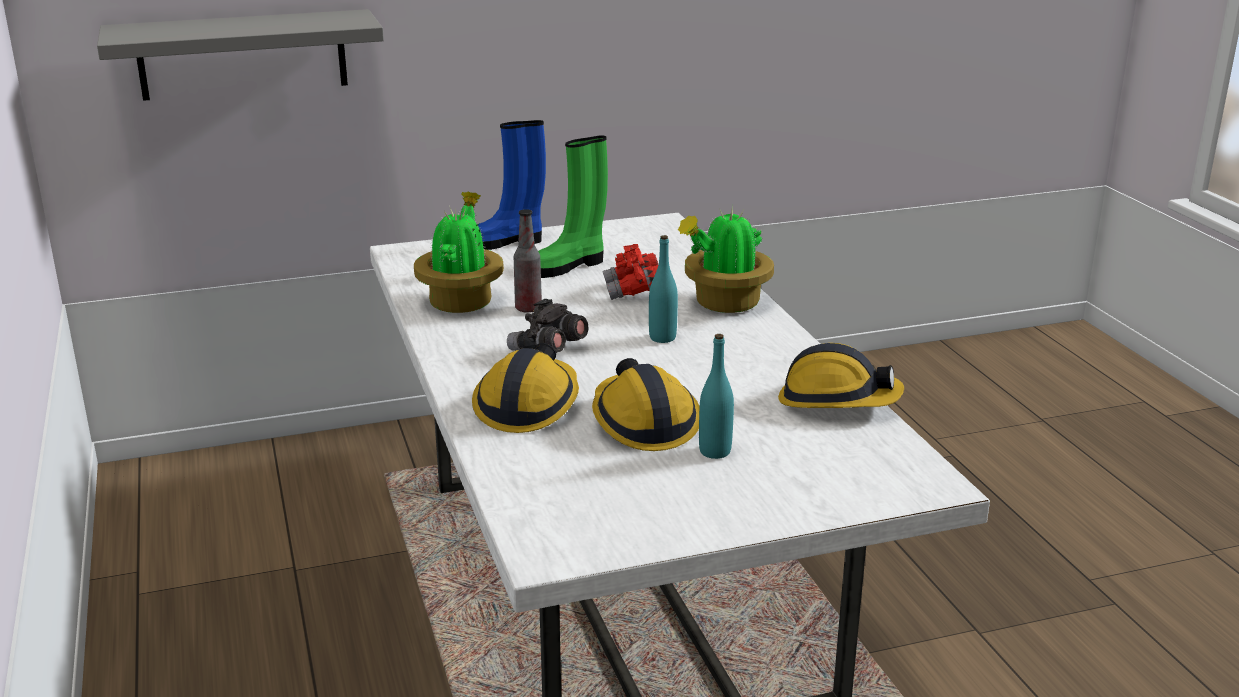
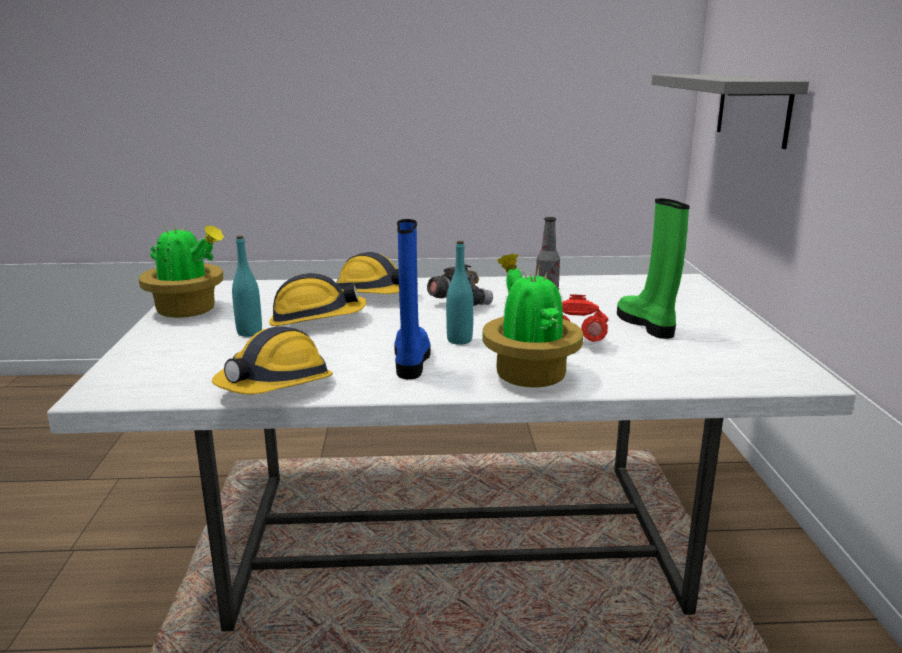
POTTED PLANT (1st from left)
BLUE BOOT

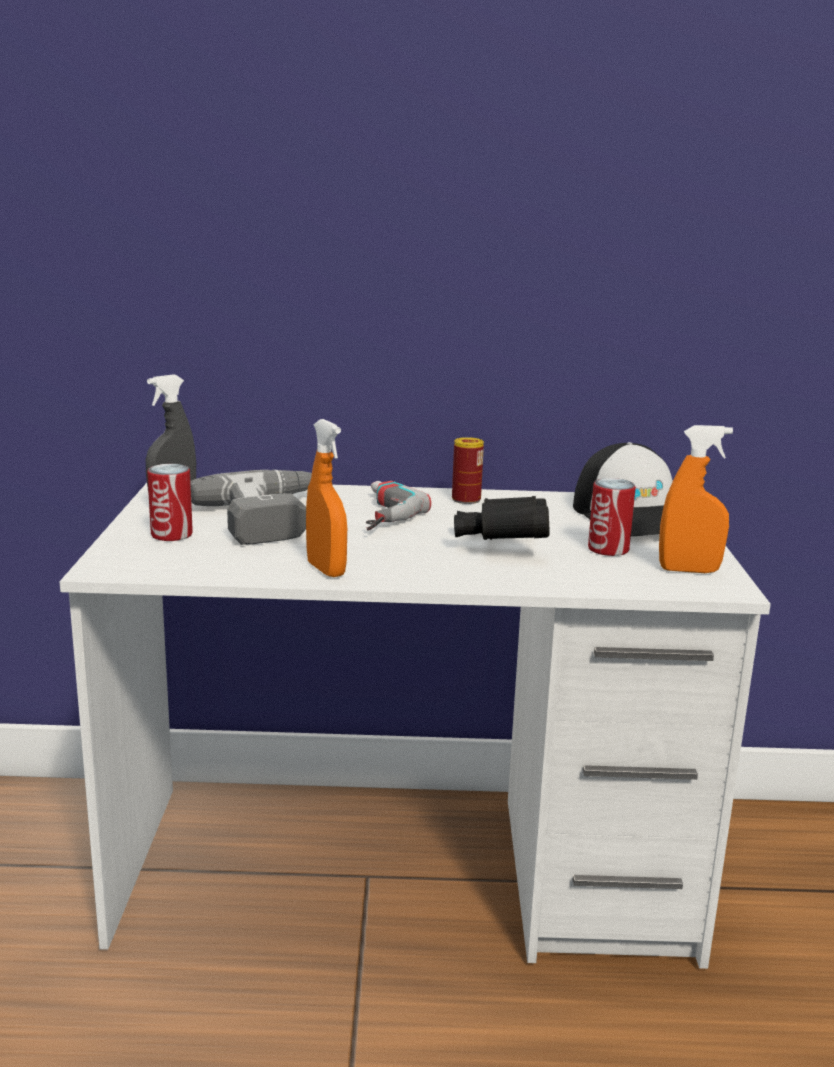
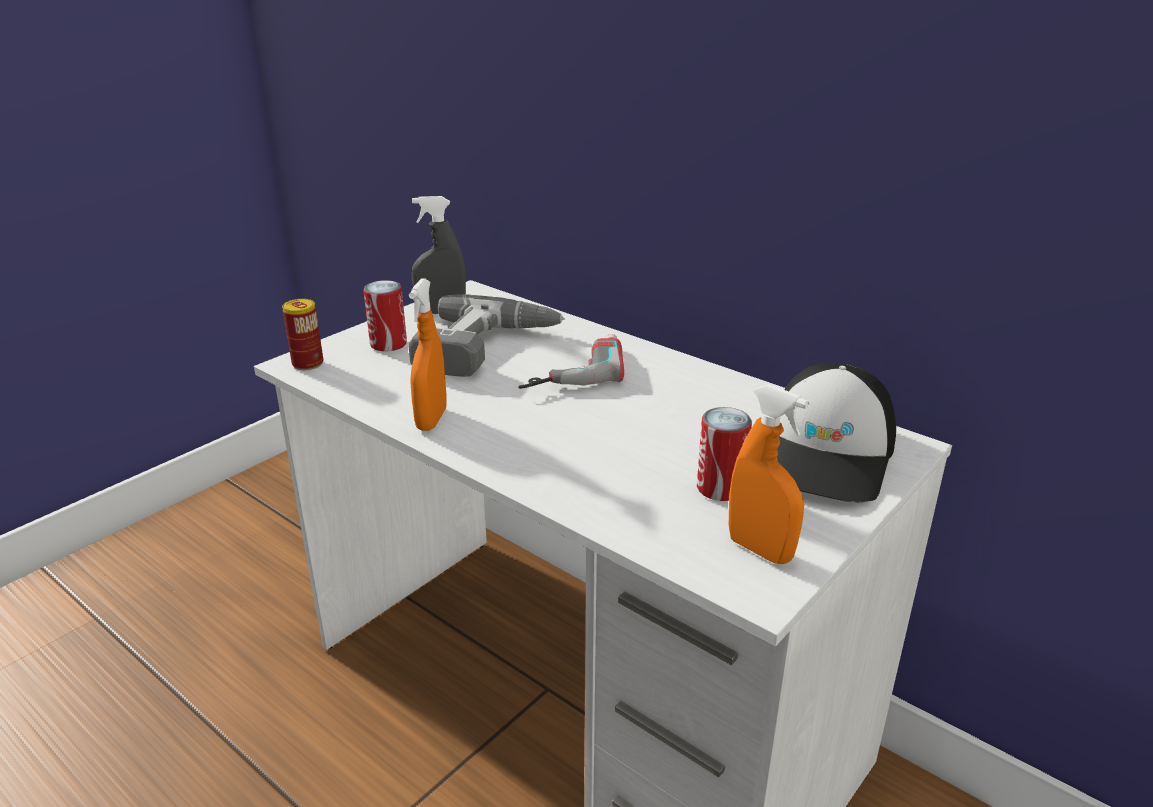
CAN (1st from left)
BLACK BINOCULARS

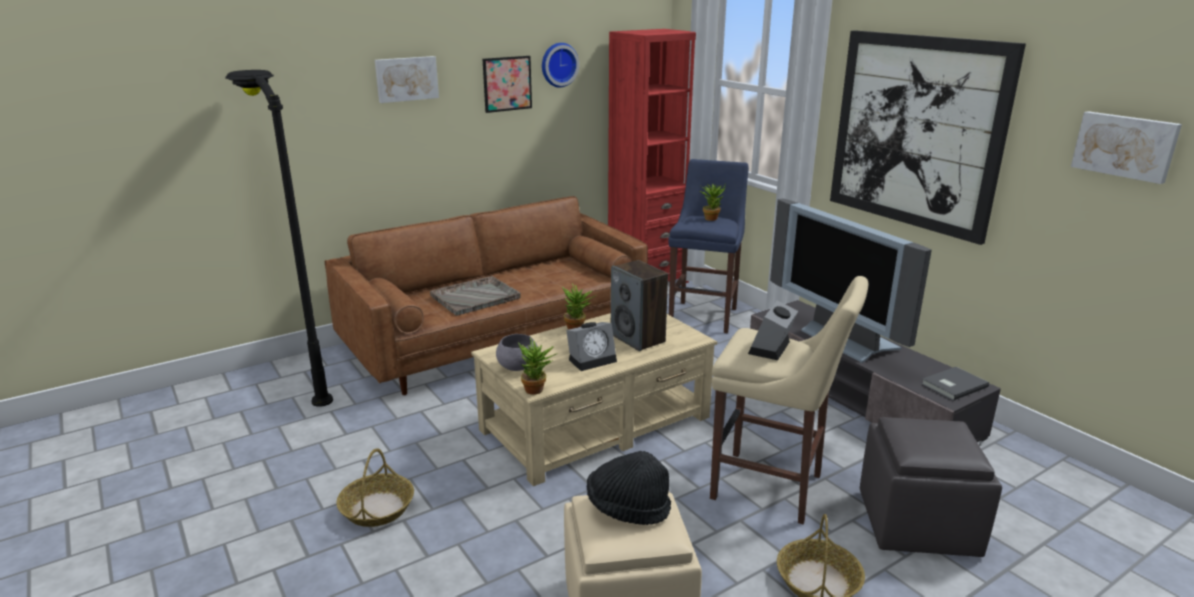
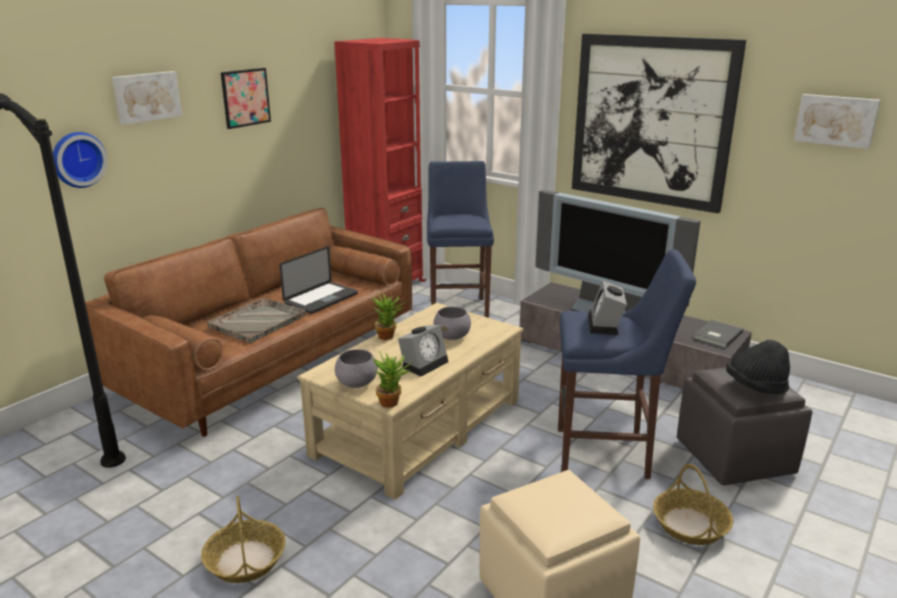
WALL CLOCK
BLACK HAT
GREY BOWL (2nd from left)
POTTED PLANT (3rd from left in the first image)
BLUE STOOL (2nd from left)
LAPTOP

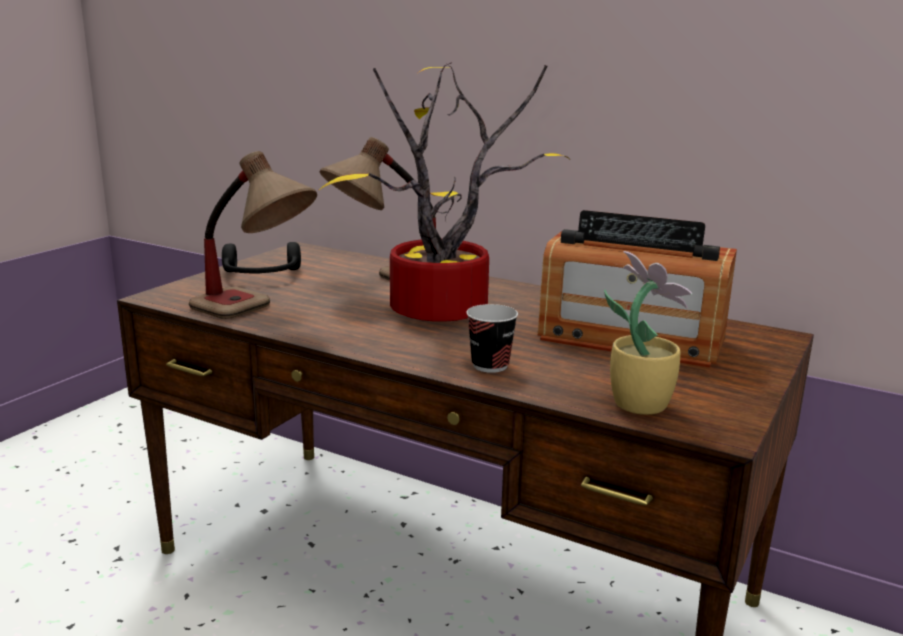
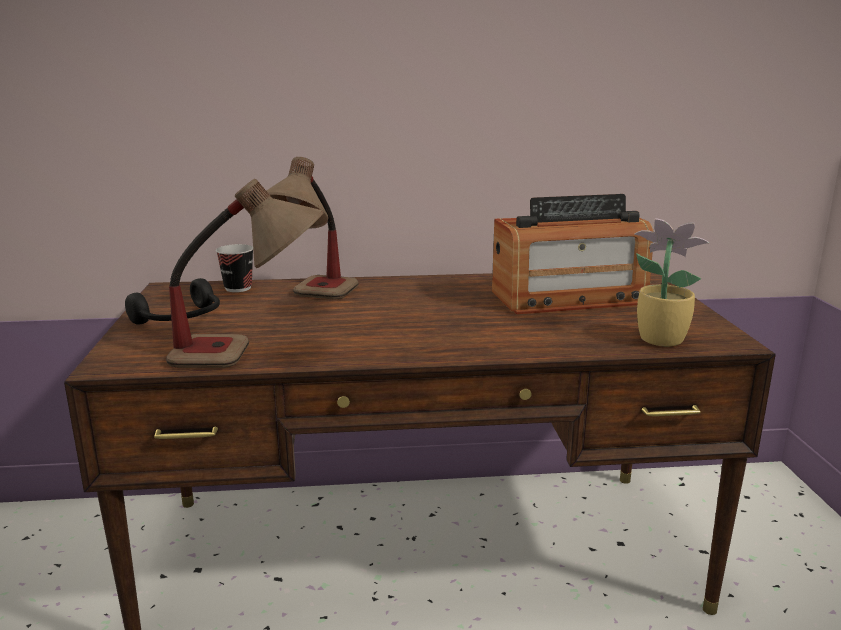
POTTED PLANT (1st from left in the first image)
CUP

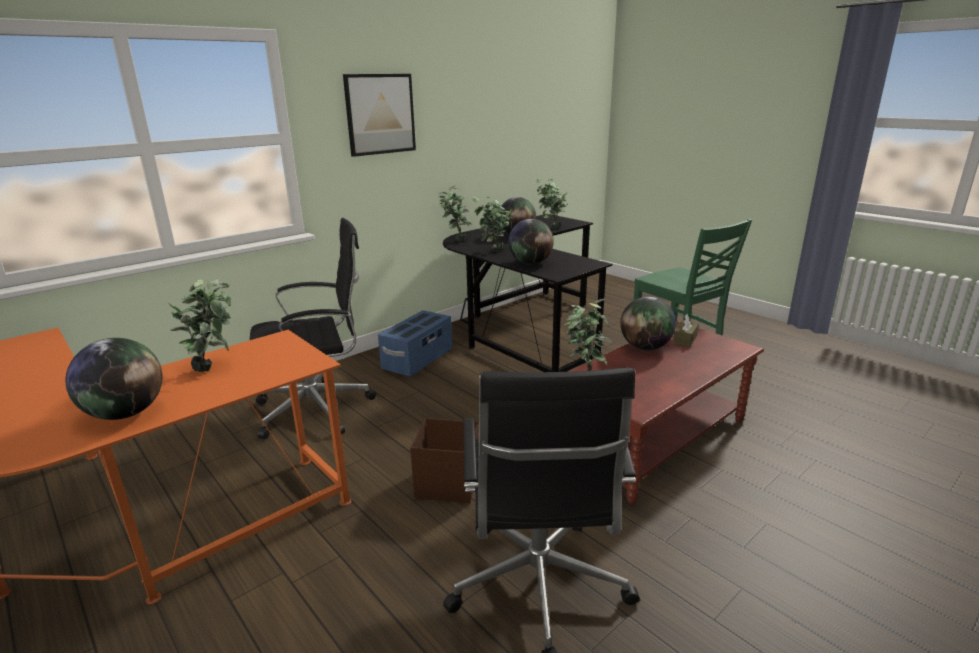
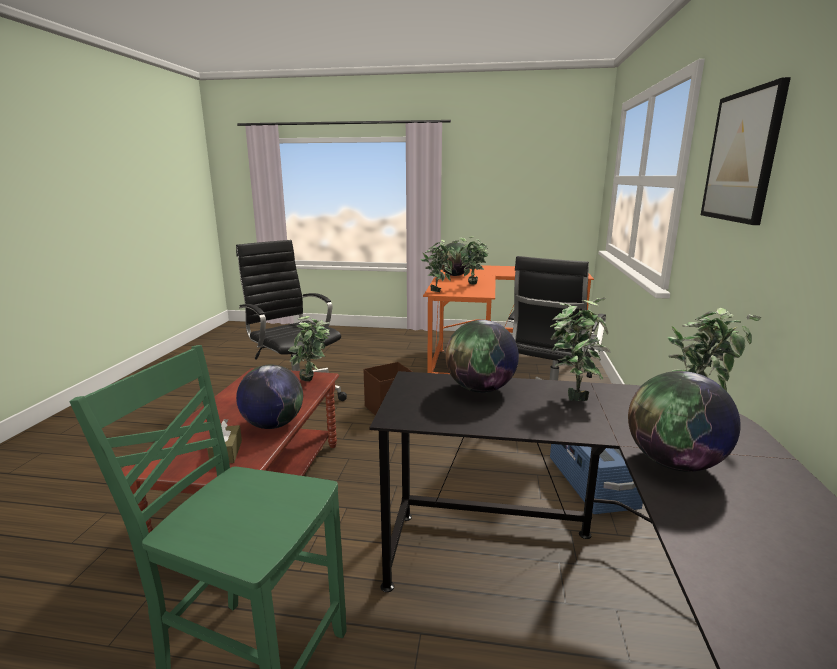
POTTED PLANT (2nd from left)

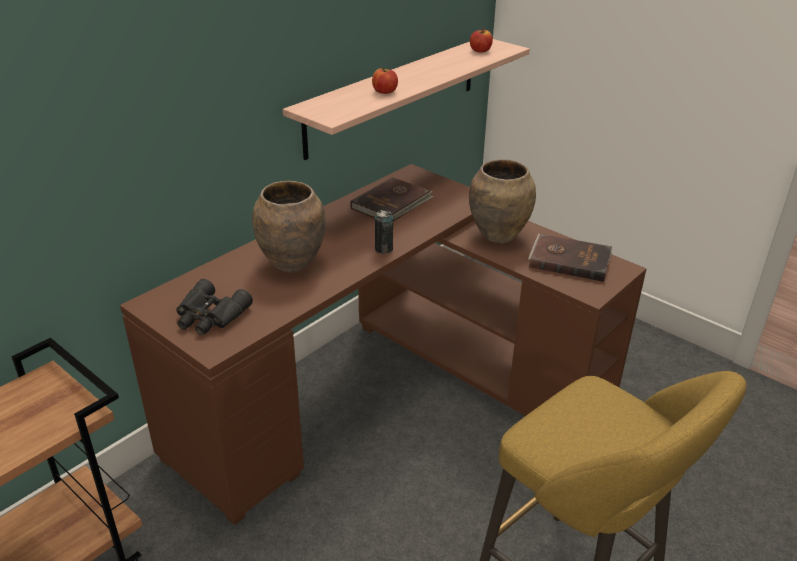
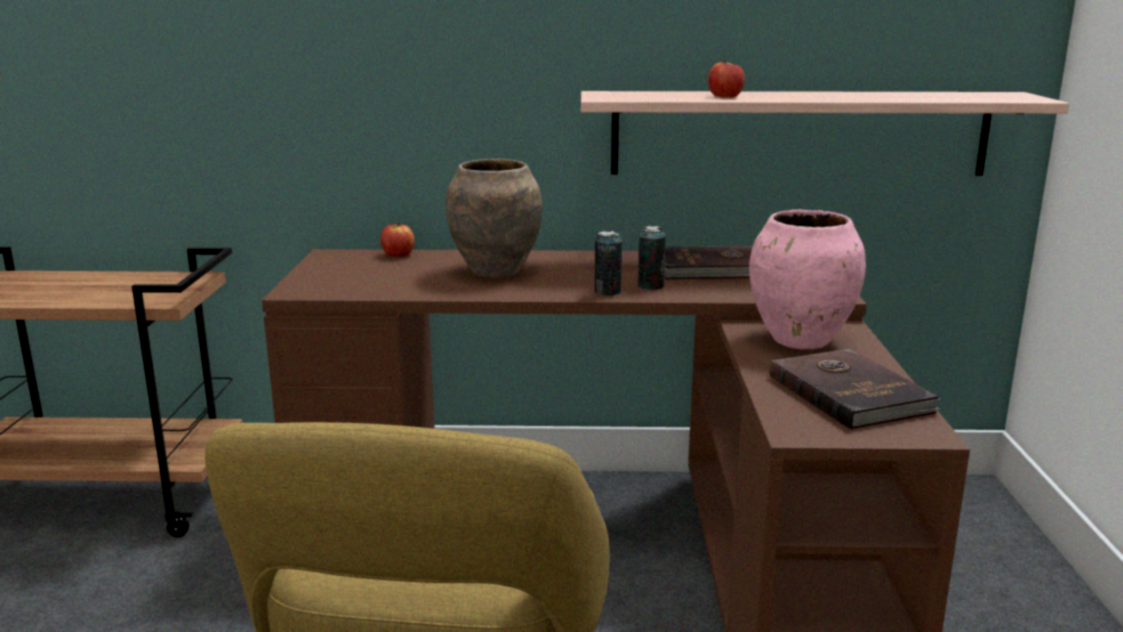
BLACK BINOCULARS
PINK VASE
APPLE (1st from left)
CAN (2nd from left)

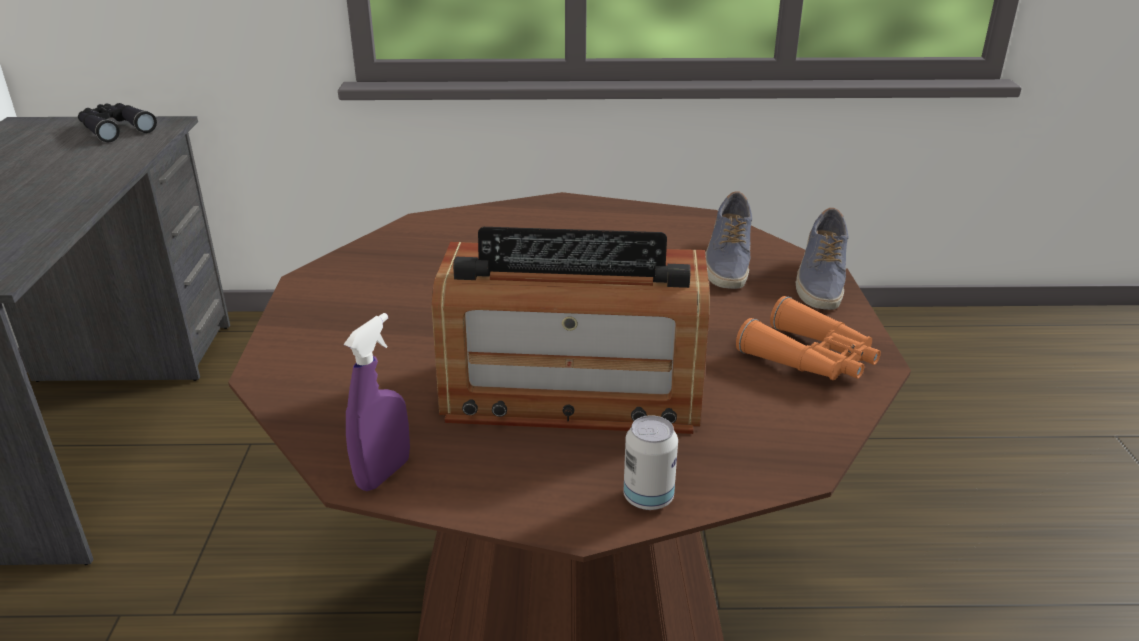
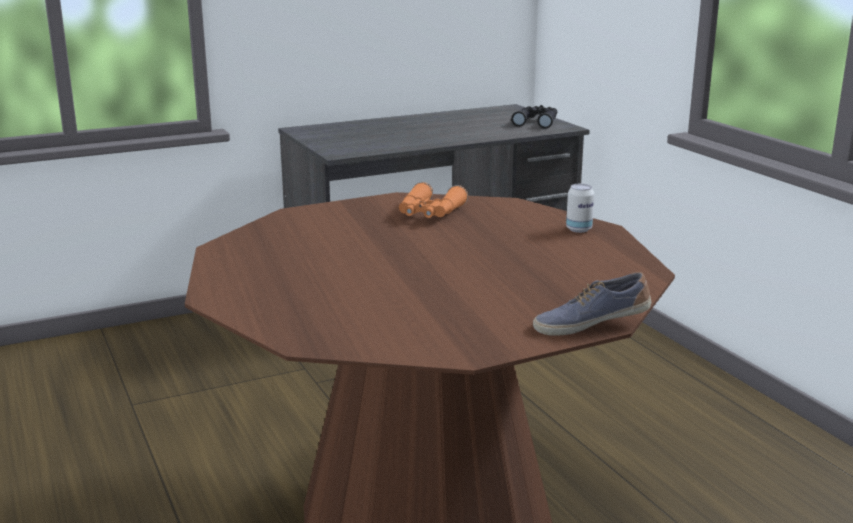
PURPLE SPRAY BOTTLE
RADIO
CAN
SHOE (1st from left in the first image)
ORANGE BINOCULARS

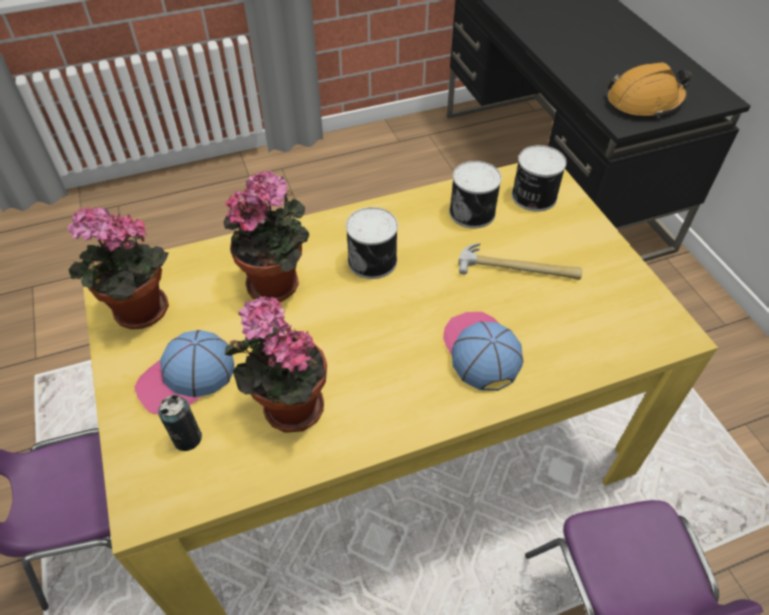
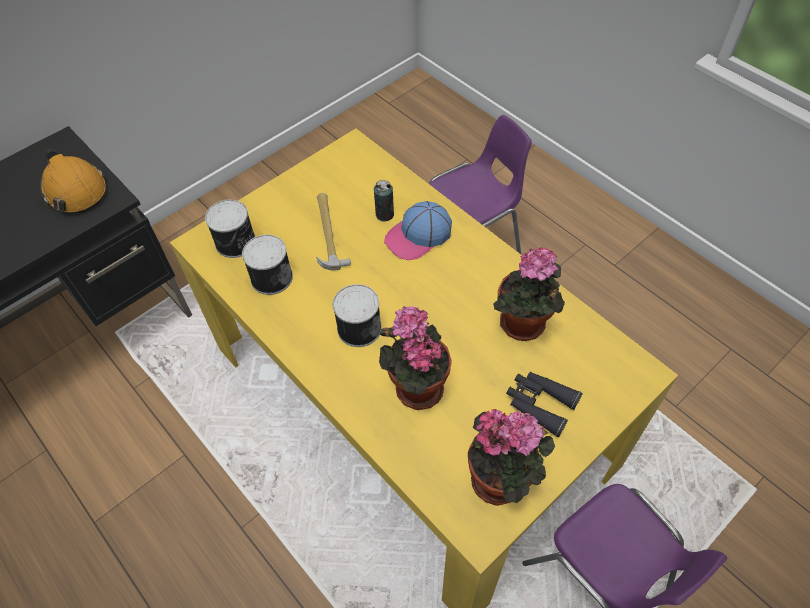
BLACK BINOCULARS
CAN (4th from left)

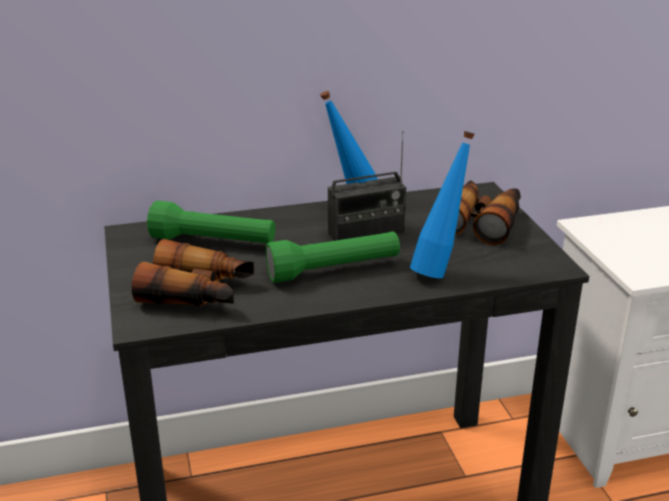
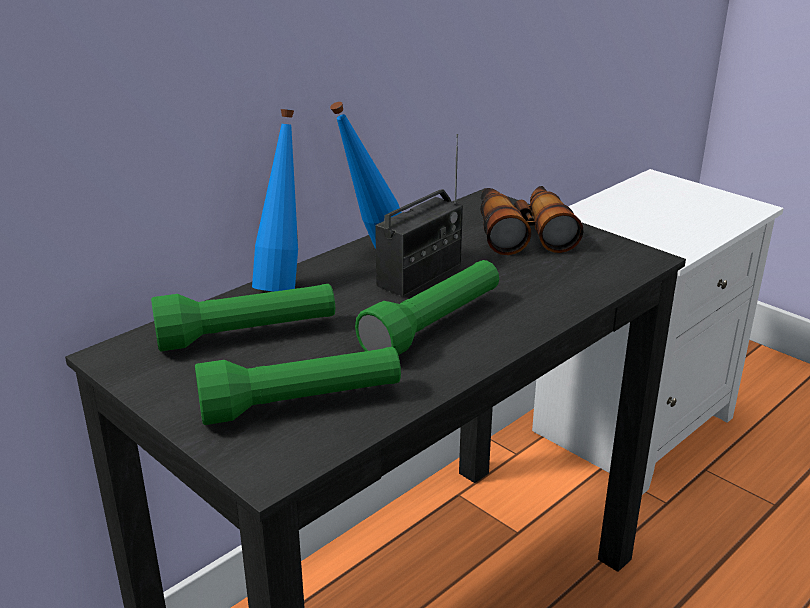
GREEN FLASHLIGHT (2nd from left)
BLUE BOTTLE (1st from left)

